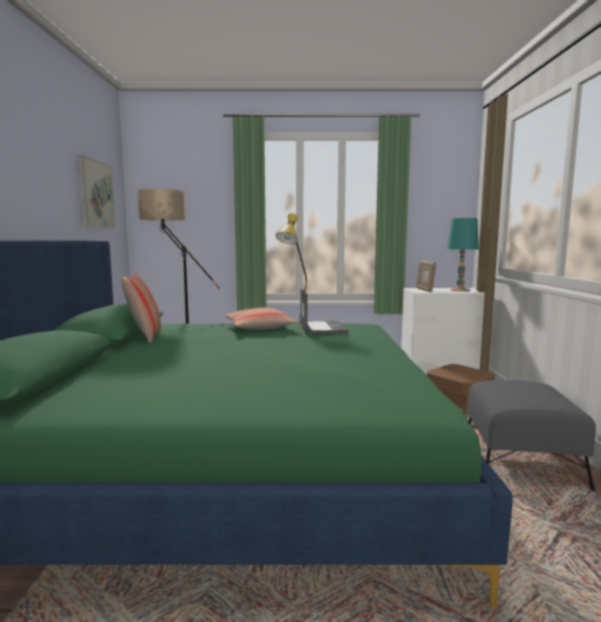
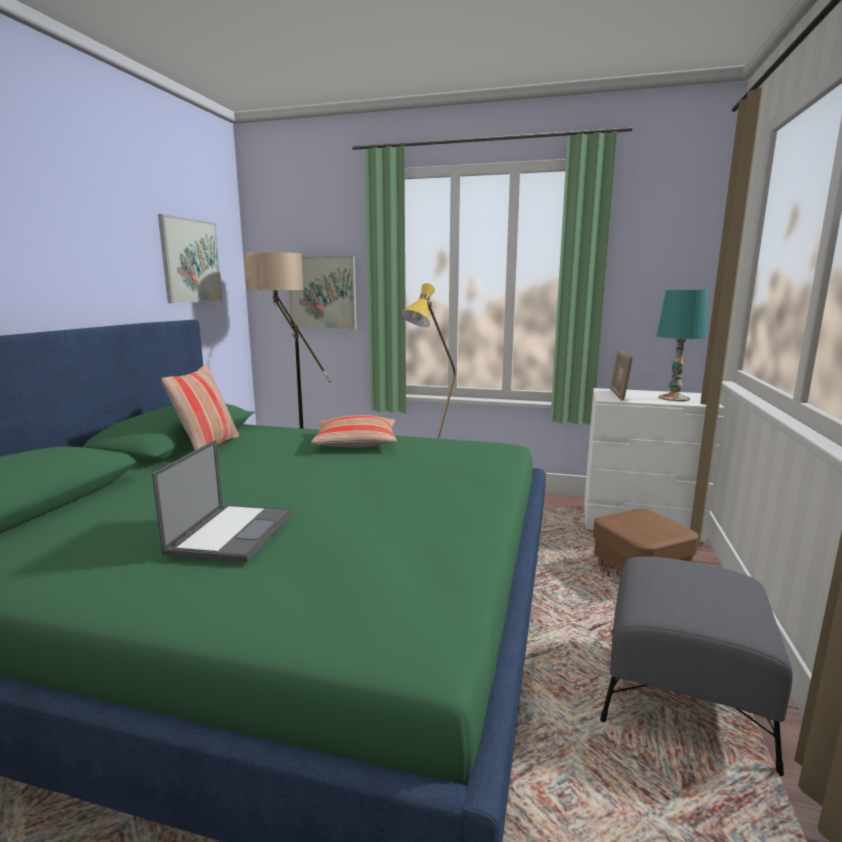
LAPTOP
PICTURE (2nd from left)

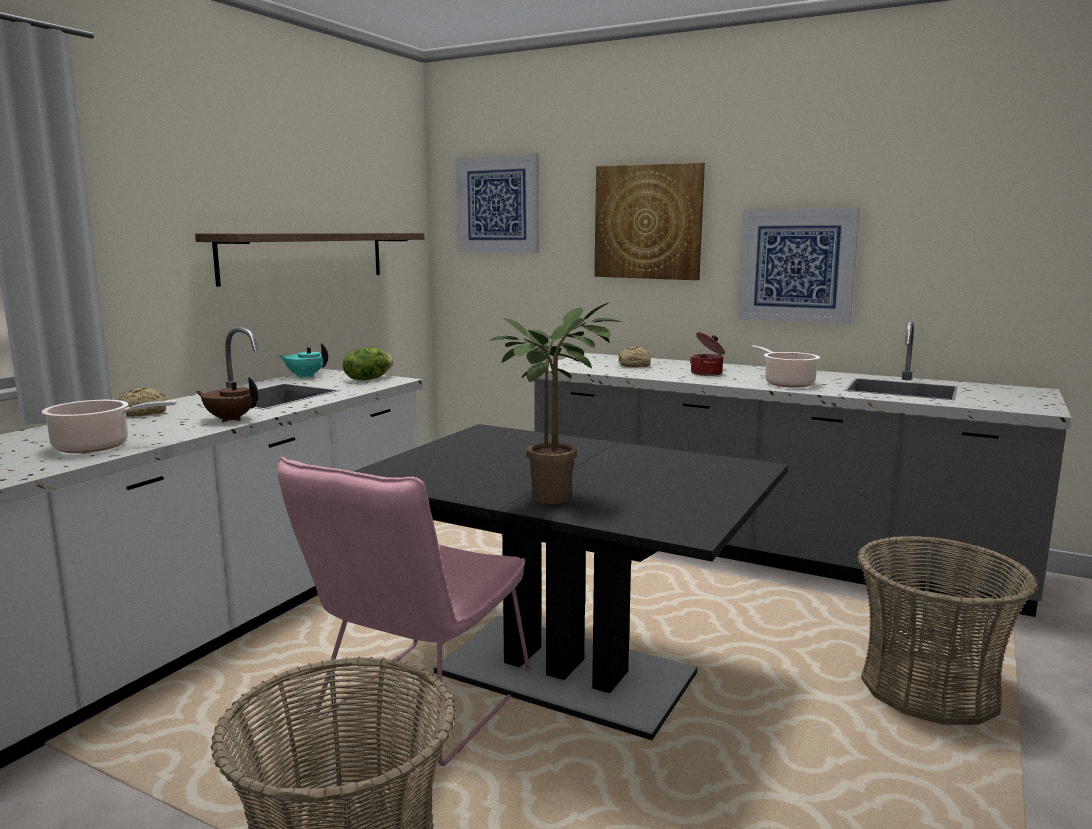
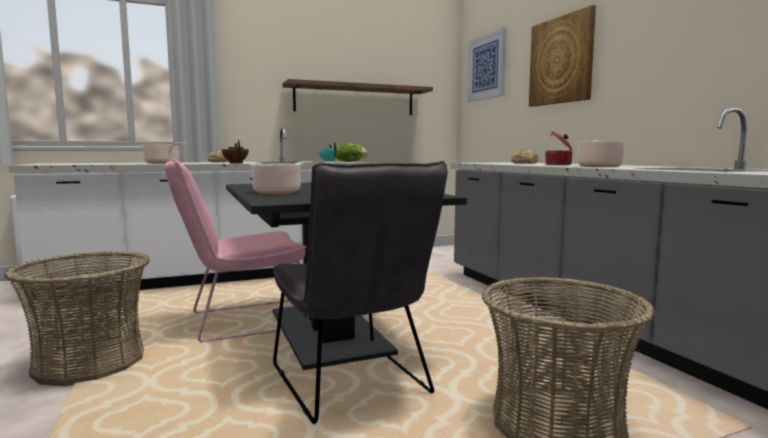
COOKING POT (2nd from left)
PICTURE (3rd from left in the first image)
GREY CHAIR

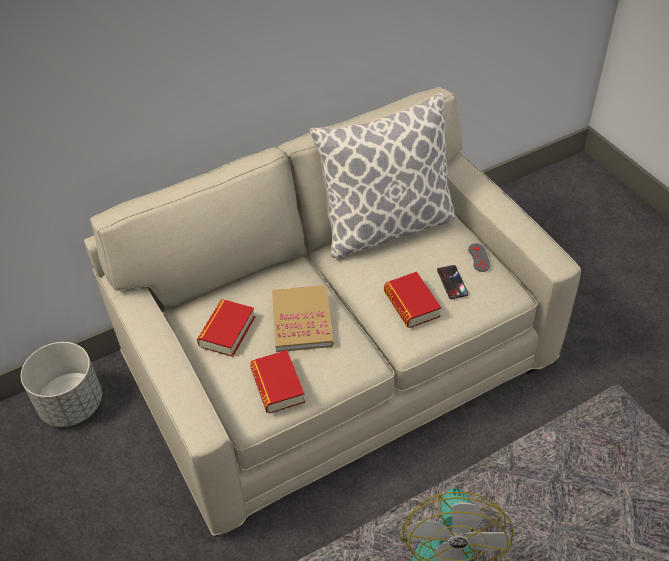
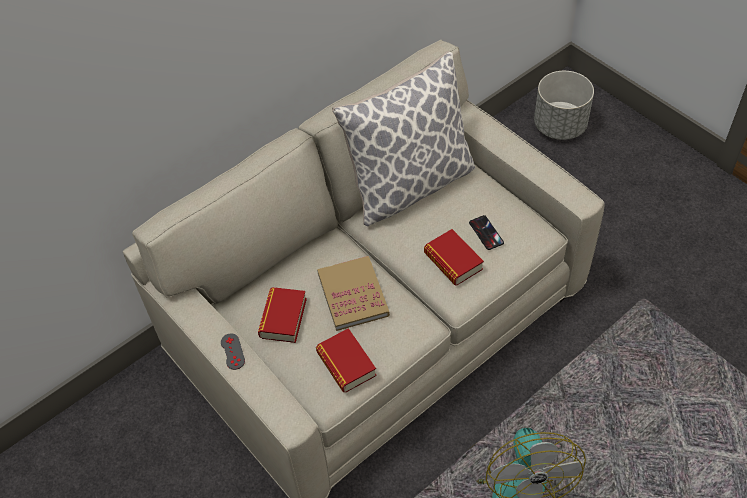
GREY PLANTER
GREY GAME CONTROLLER

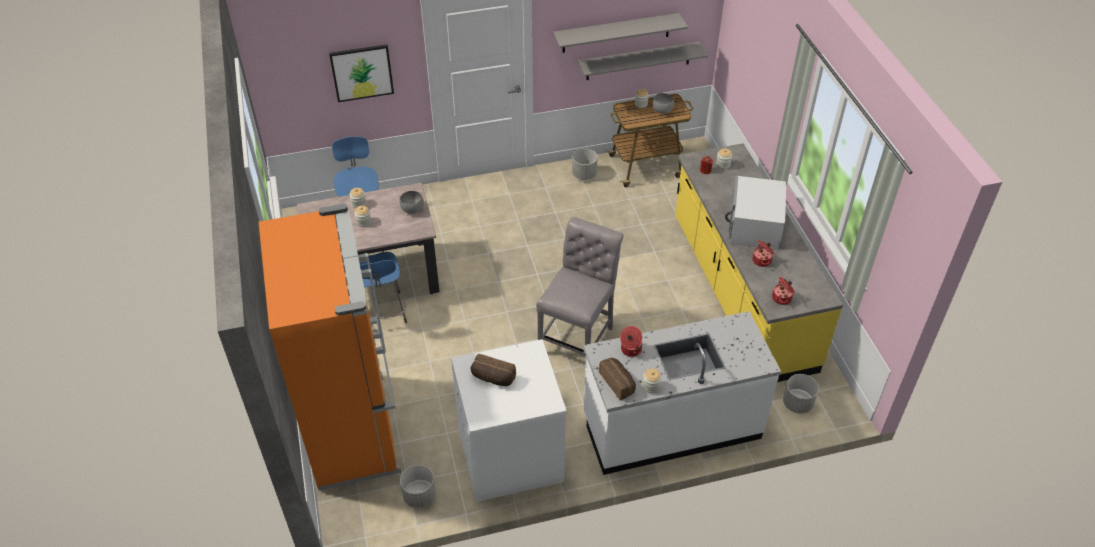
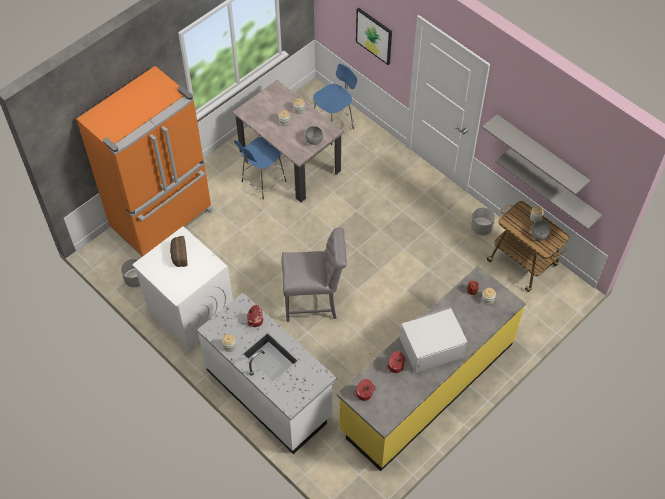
BREAD (2nd from left in the first image)
GREY PLANTER (3rd from left in the first image)

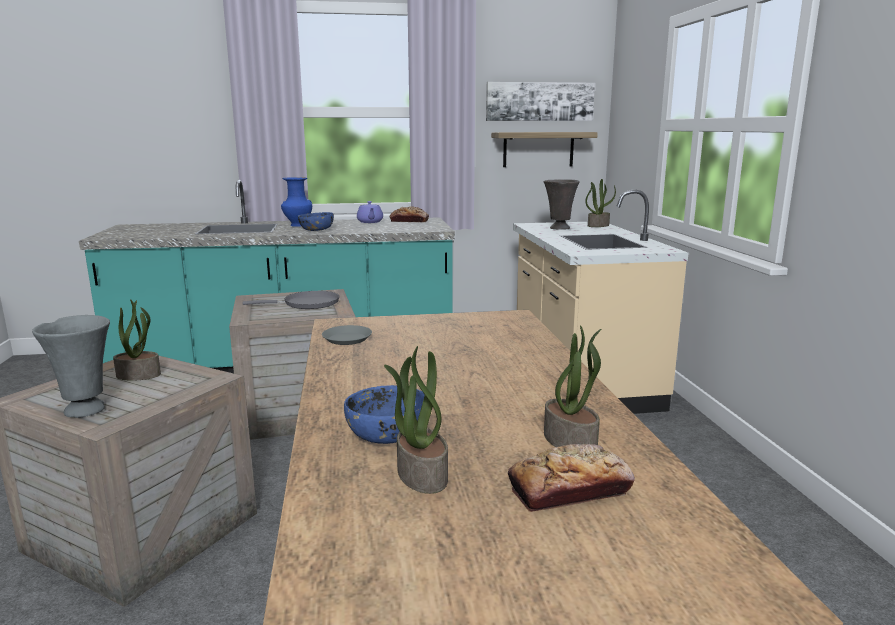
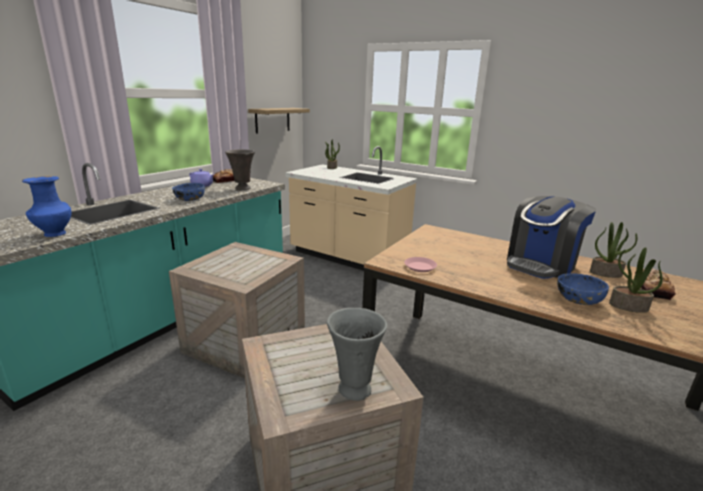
POTTED PLANT (1st from left in the first image)
GREY FRYING PAN
BLUE VASE
PINK PLATE
PICTURE
GREY VASE (1st from left)
COFFEE MACHINE

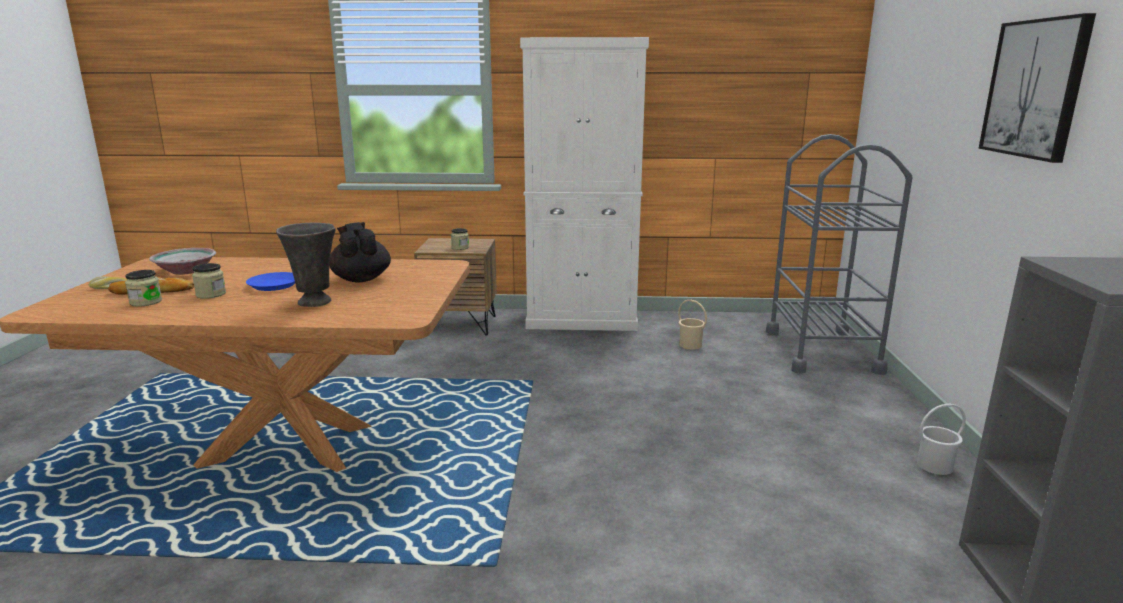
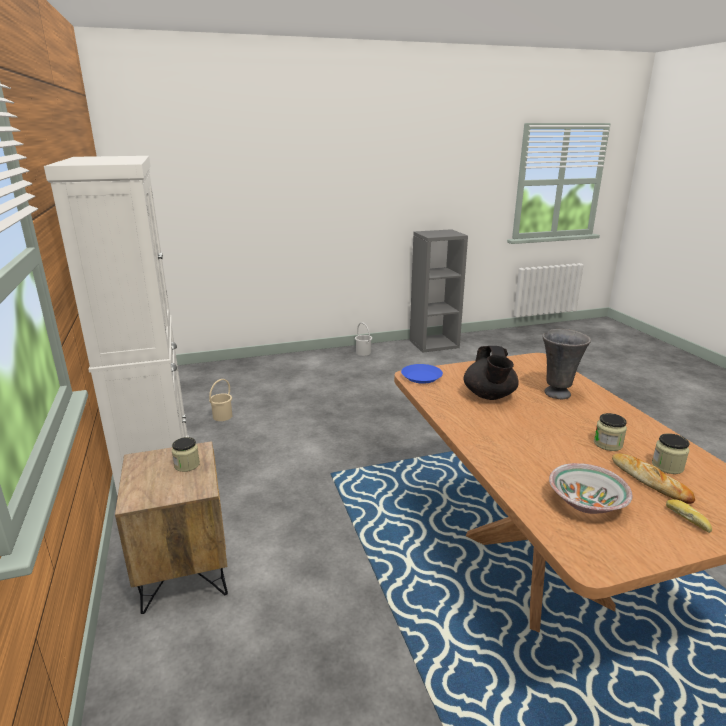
BLUE PLATE
BLACK TEAPOT
GREY CART
PICTURE

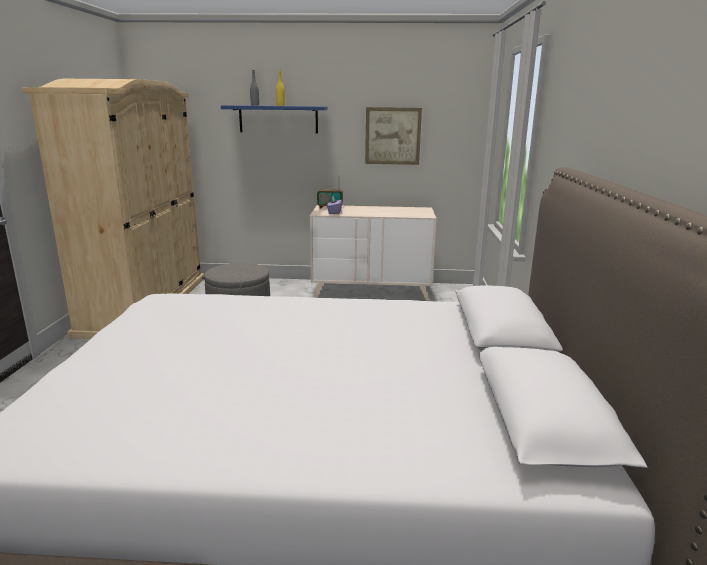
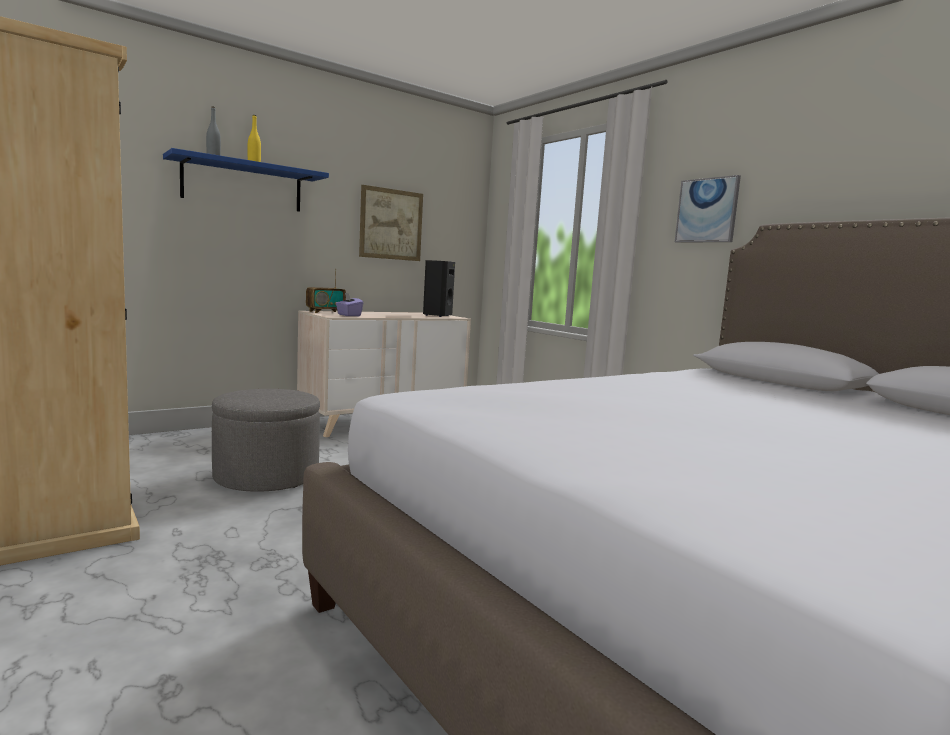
BLACK SPEAKER
PICTURE (2nd from left)

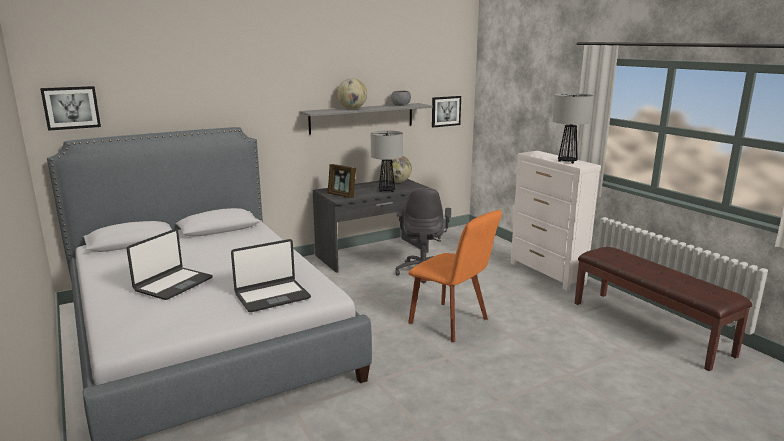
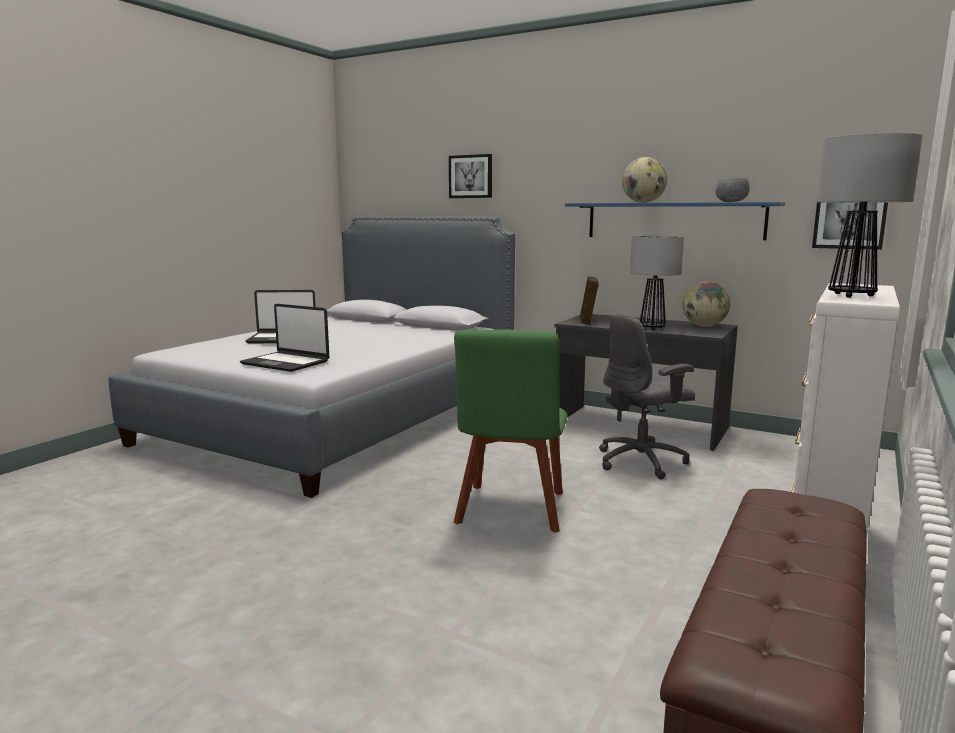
PICTURE (1st from left)
BLUE SHELF
GREEN CHAIR

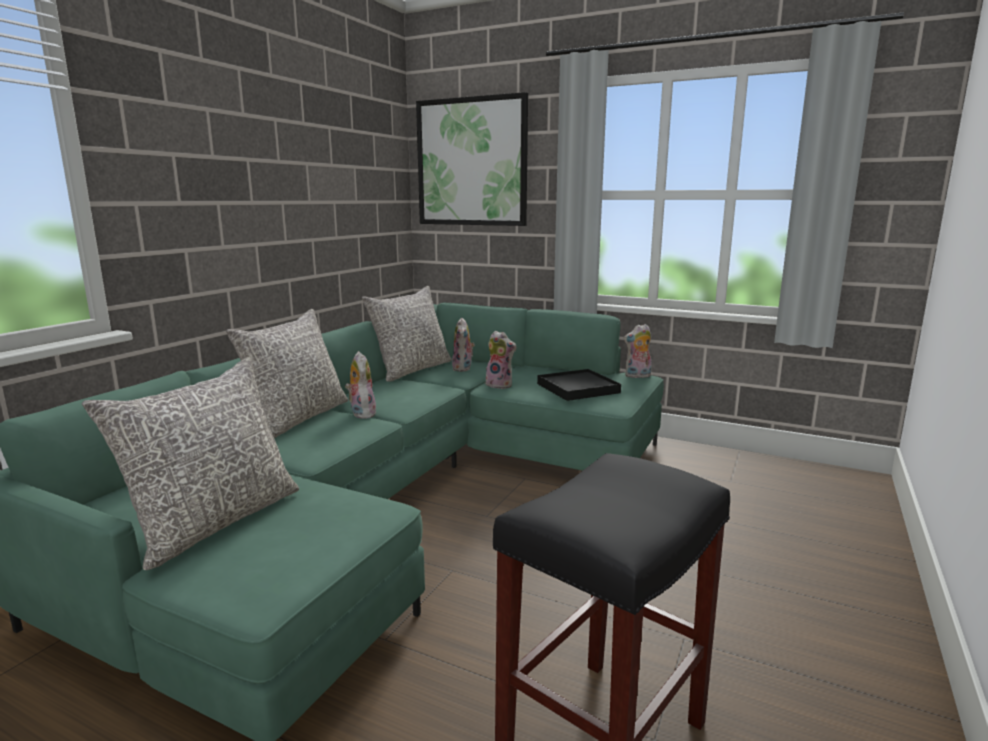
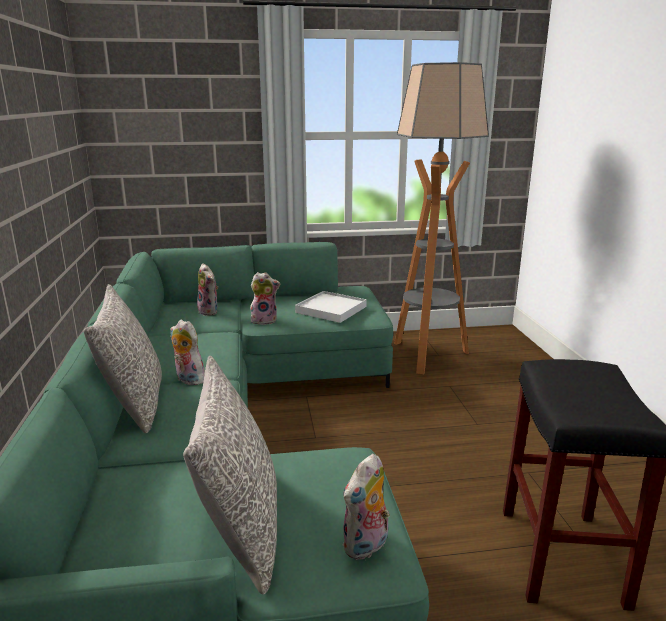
GREY PILLOW (3rd from left in the first image)
PICTURE
WHITE TRAY
PLUSH TOY (4th from left)
FLOOR LAMP

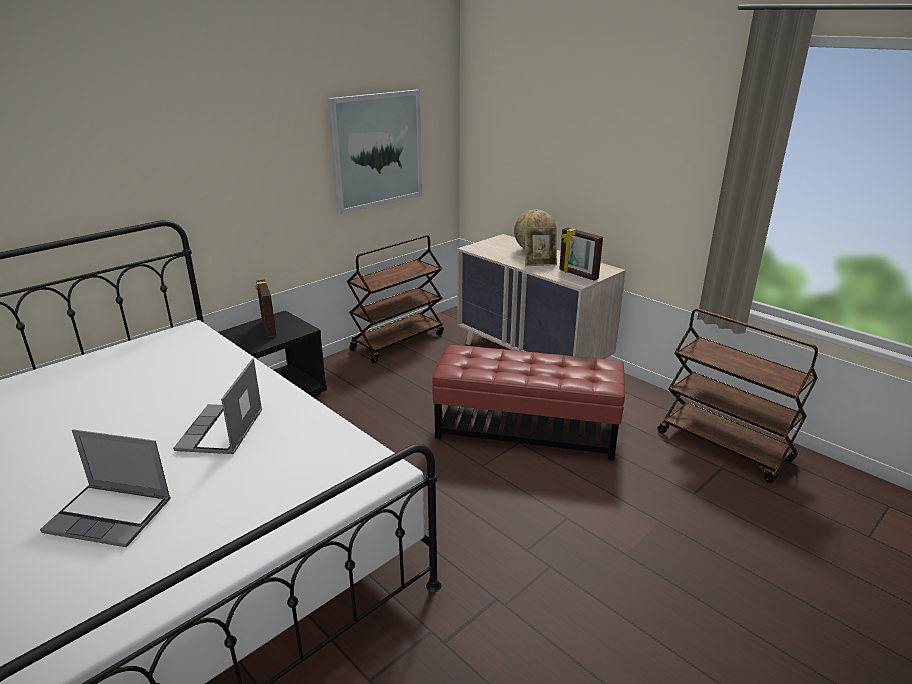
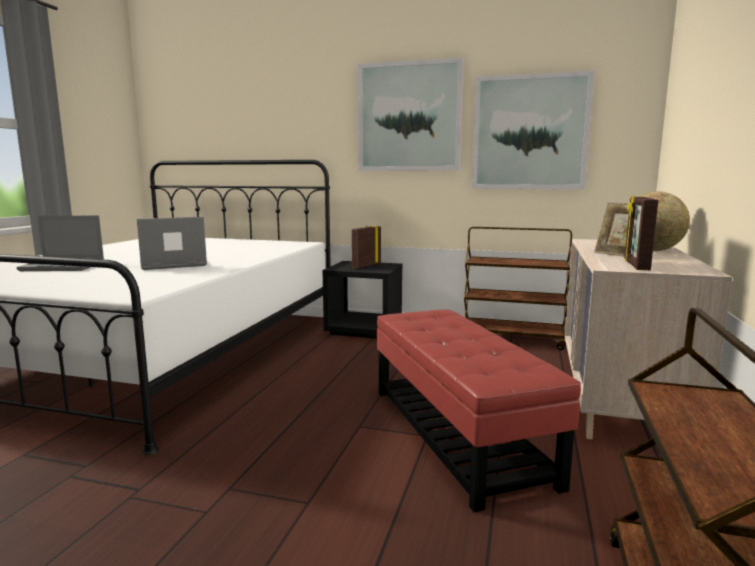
LAPTOP (1st from left)
PICTURE (1st from left)

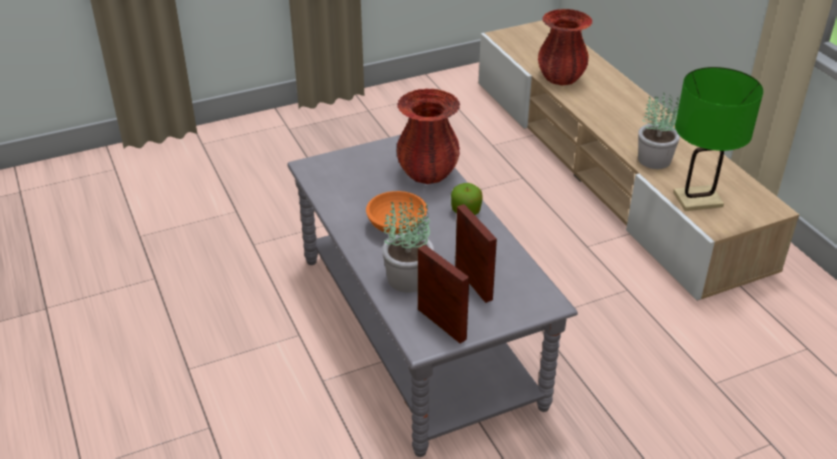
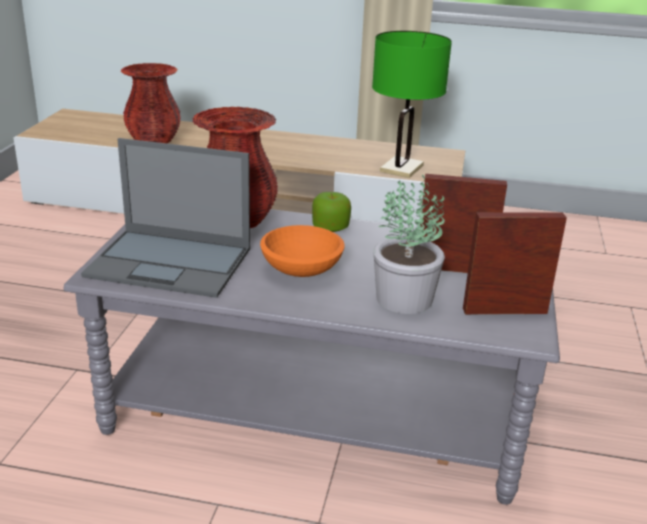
POTTED PLANT (2nd from left in the first image)
LAPTOP

